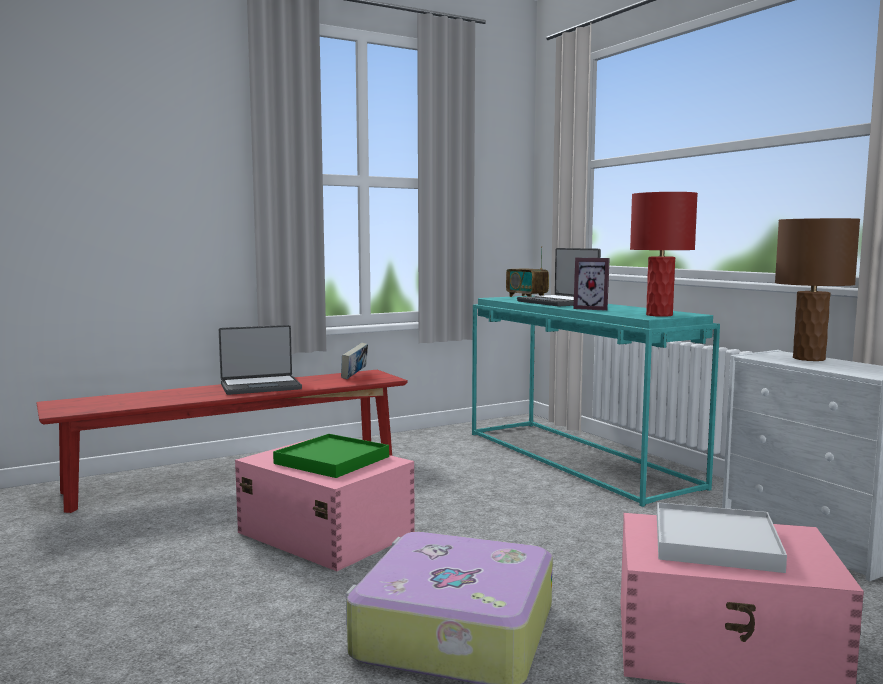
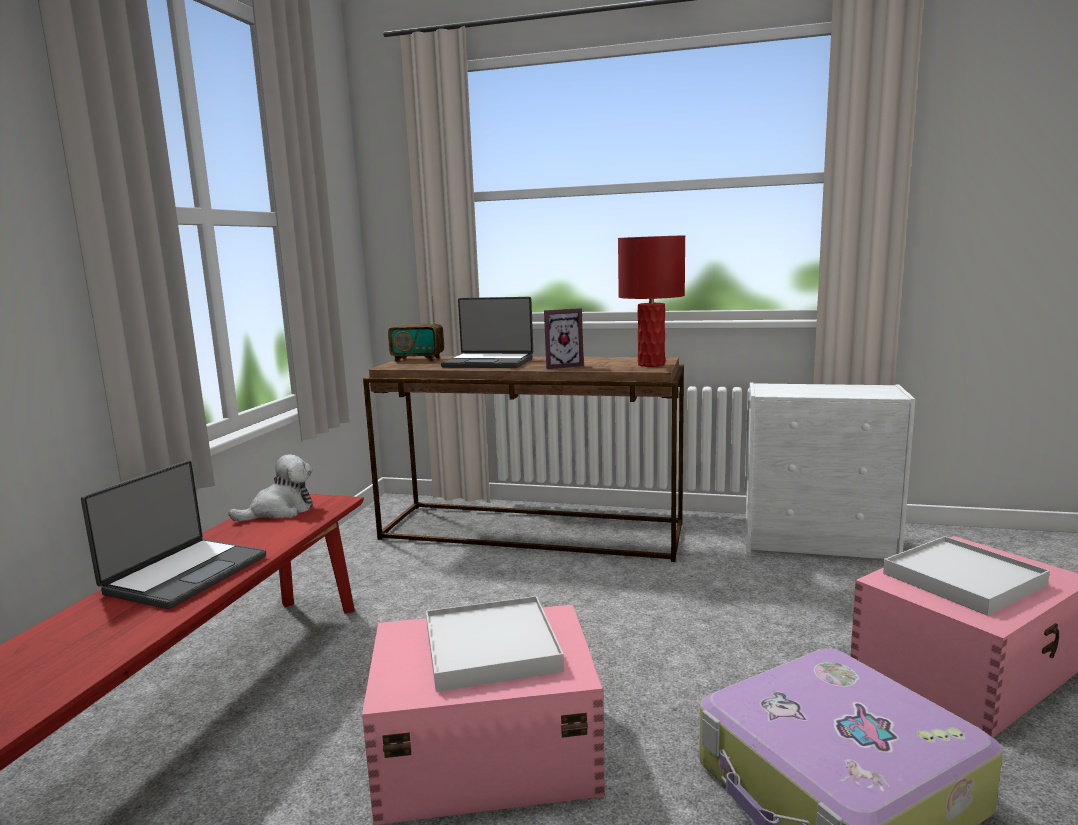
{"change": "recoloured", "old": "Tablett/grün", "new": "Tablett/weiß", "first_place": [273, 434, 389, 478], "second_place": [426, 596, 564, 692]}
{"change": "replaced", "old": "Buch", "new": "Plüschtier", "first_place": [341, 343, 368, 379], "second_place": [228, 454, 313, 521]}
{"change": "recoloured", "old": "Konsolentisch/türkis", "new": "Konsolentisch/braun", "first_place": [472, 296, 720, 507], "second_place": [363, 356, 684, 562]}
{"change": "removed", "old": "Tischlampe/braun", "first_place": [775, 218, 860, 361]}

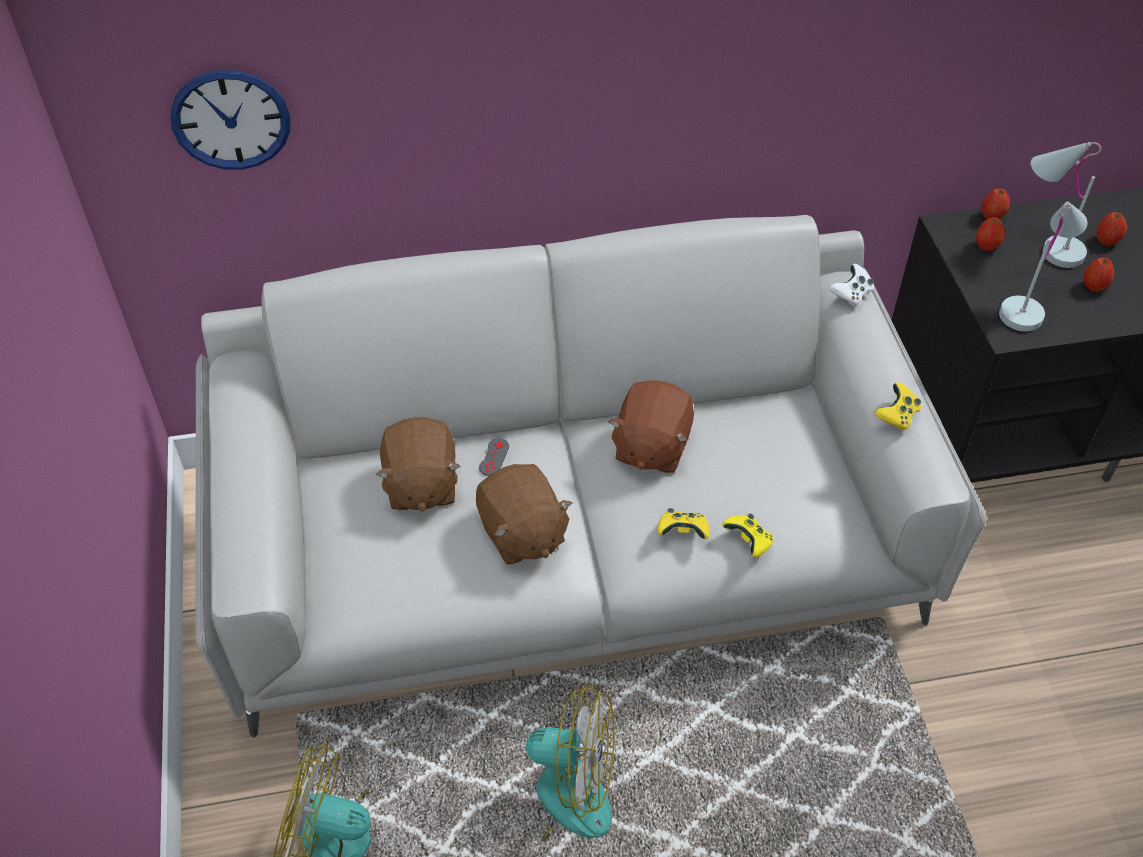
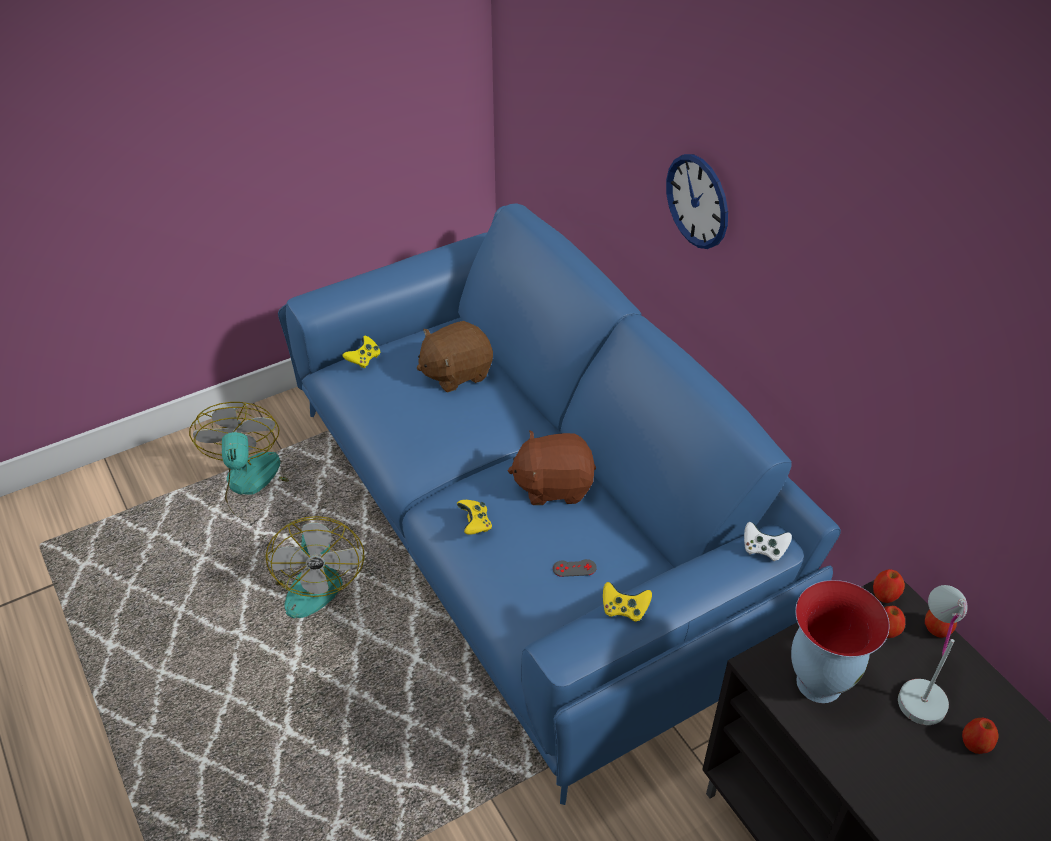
{"change": "moved", "old": "Wanduhr", "first_place": [170, 70, 290, 170], "second_place": [666, 154, 728, 249]}
{"change": "recoloured", "old": "Sofa/grau", "new": "Sofa/blau", "first_place": [195, 215, 987, 738], "second_place": [278, 203, 841, 805]}
{"change": "removed", "old": "Plüschtier/braun", "first_place": [476, 464, 572, 565]}
{"change": "moved", "old": "Gamepad/grau", "first_place": [479, 438, 509, 476], "second_place": [553, 559, 597, 577]}
{"change": "moved", "old": "Gamepad/gelb", "first_place": [722, 513, 774, 557], "second_place": [343, 336, 381, 369]}
{"change": "replaced", "old": "Tischlampe/weiß", "new": "Vase", "first_place": [999, 202, 1087, 331], "second_place": [791, 580, 890, 703]}
{"change": "moved", "old": "Apfel", "first_place": [1084, 258, 1114, 292], "second_place": [873, 569, 905, 603]}

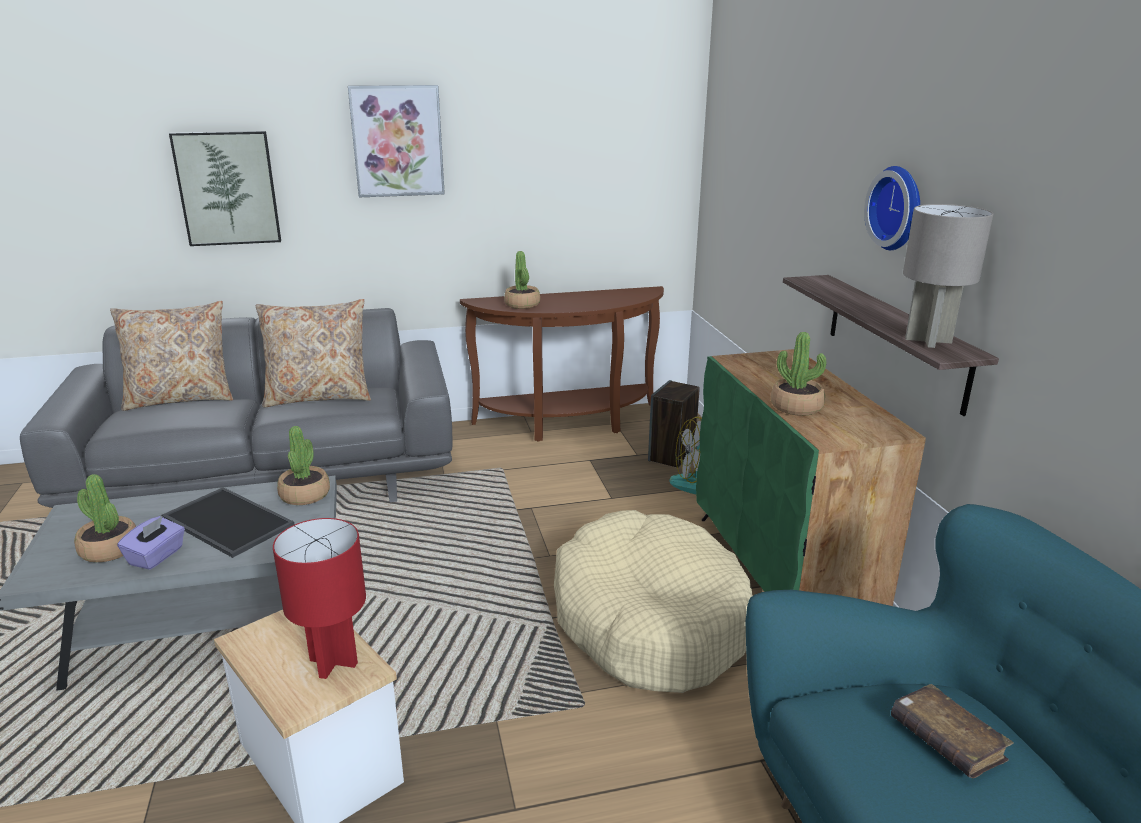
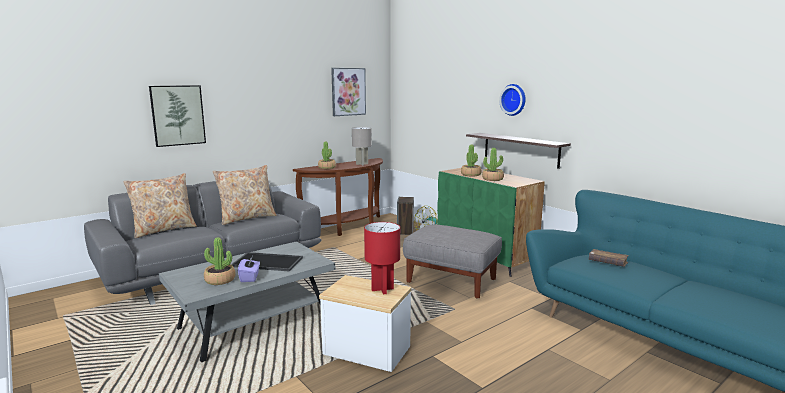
{"change": "moved", "old": "Topfpflanze", "first_place": [277, 426, 330, 505], "second_place": [461, 144, 481, 176]}
{"change": "moved", "old": "Bild", "first_place": [348, 85, 445, 197], "second_place": [331, 68, 366, 116]}
{"change": "replaced", "old": "Hundebett/beige", "new": "Polsterhocker/grau", "first_place": [554, 510, 753, 693], "second_place": [403, 225, 502, 299]}
{"change": "moved", "old": "Tischlampe/grau", "first_place": [903, 204, 993, 348], "second_place": [352, 127, 372, 165]}

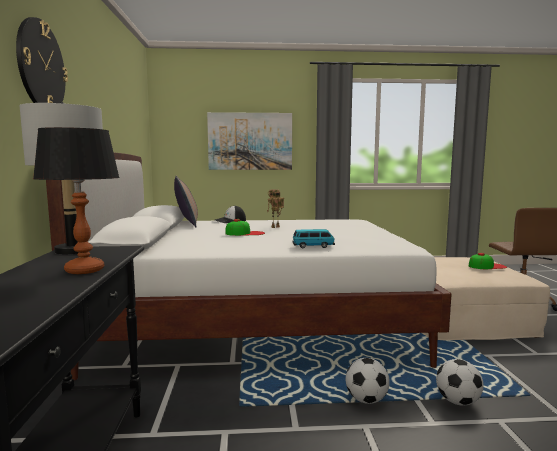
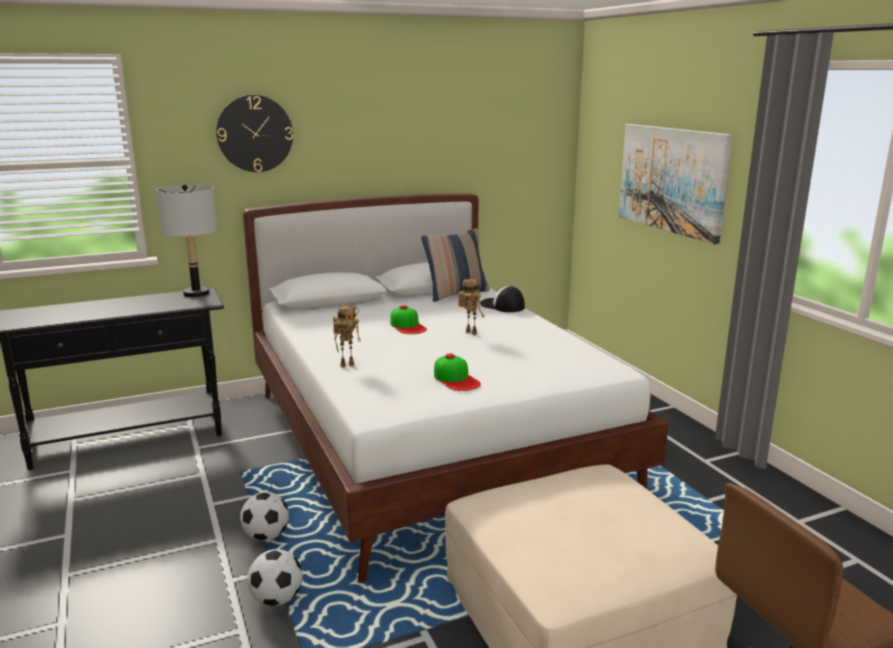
{"change": "removed", "old": "Tischlampe", "first_place": [33, 127, 120, 274]}
{"change": "replaced", "old": "Spielzeugauto", "new": "Spielzeugroboter", "first_place": [293, 229, 335, 248], "second_place": [333, 305, 361, 367]}
{"change": "moved", "old": "Kappe", "first_place": [469, 253, 507, 269], "second_place": [434, 354, 481, 391]}

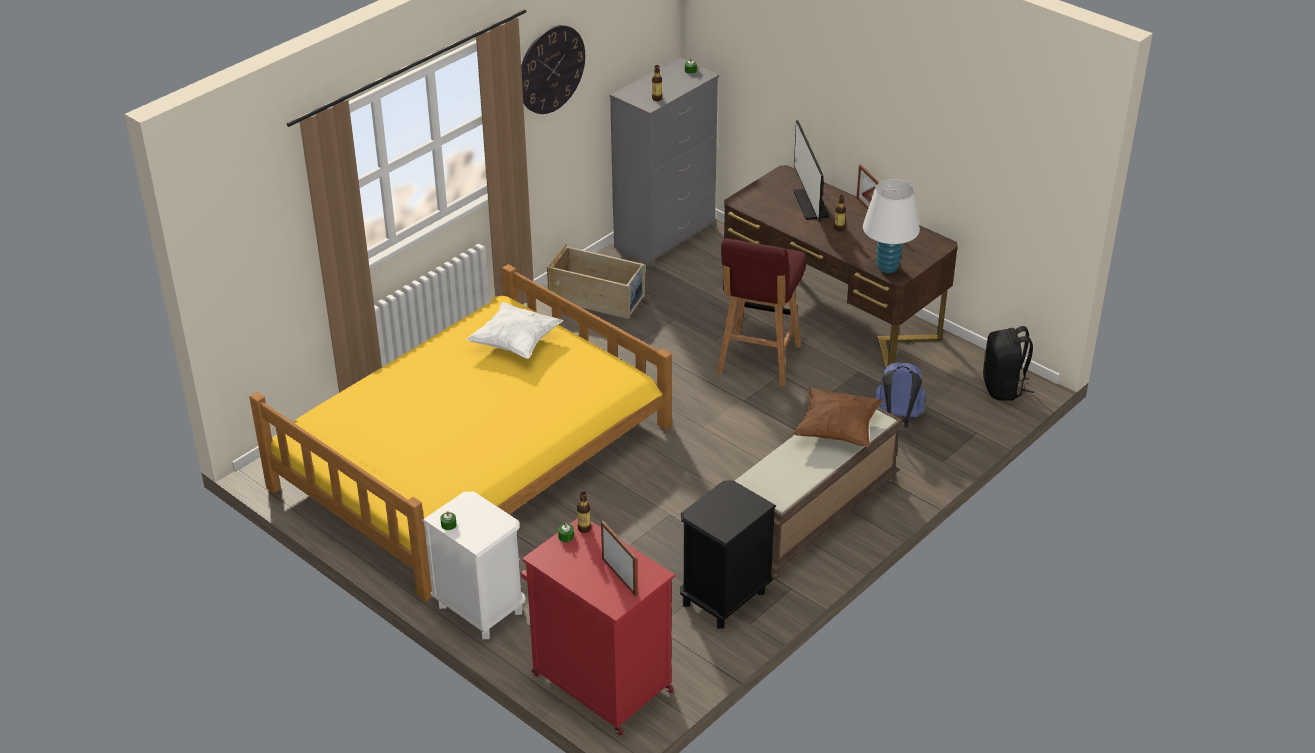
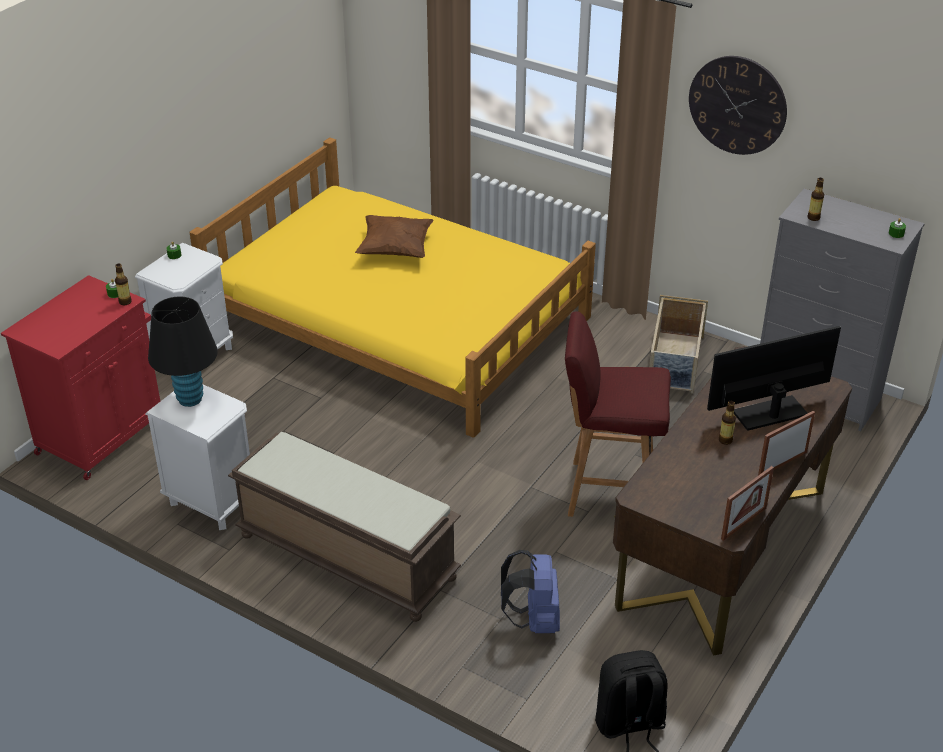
{"change": "removed", "old": "Kissen/weiß", "first_place": [466, 302, 563, 359]}
{"change": "moved", "old": "Bilderrahmen", "first_place": [601, 520, 638, 597], "second_place": [721, 466, 774, 541]}
{"change": "recoloured", "old": "Nachttisch/schwarz", "new": "Nachttisch/weiß", "first_place": [680, 480, 776, 629], "second_place": [145, 385, 250, 530]}
{"change": "moved", "old": "Kissen/braun", "first_place": [792, 387, 883, 447], "second_place": [355, 215, 433, 258]}
{"change": "removed", "old": "Tischlampe/weiß", "first_place": [863, 180, 920, 273]}
{"change": "added", "new": "Tischlampe/schwarz", "second_place": [148, 297, 218, 407]}

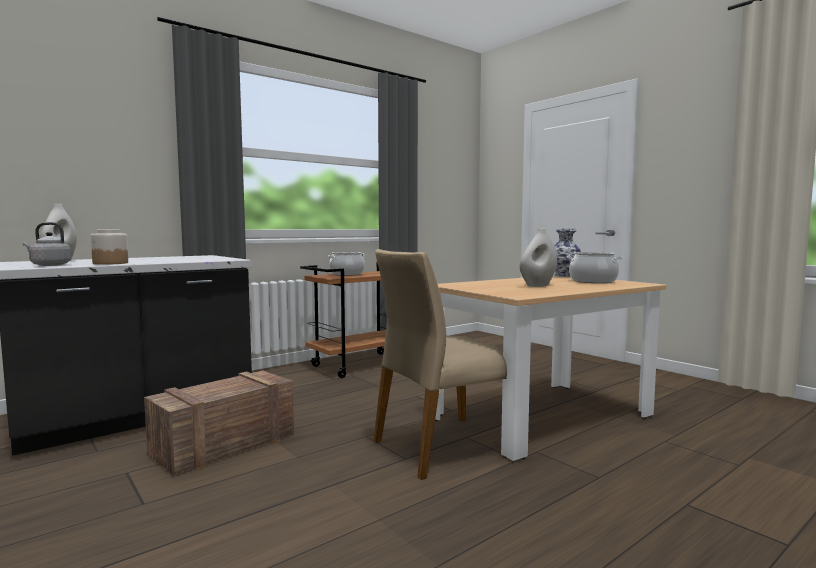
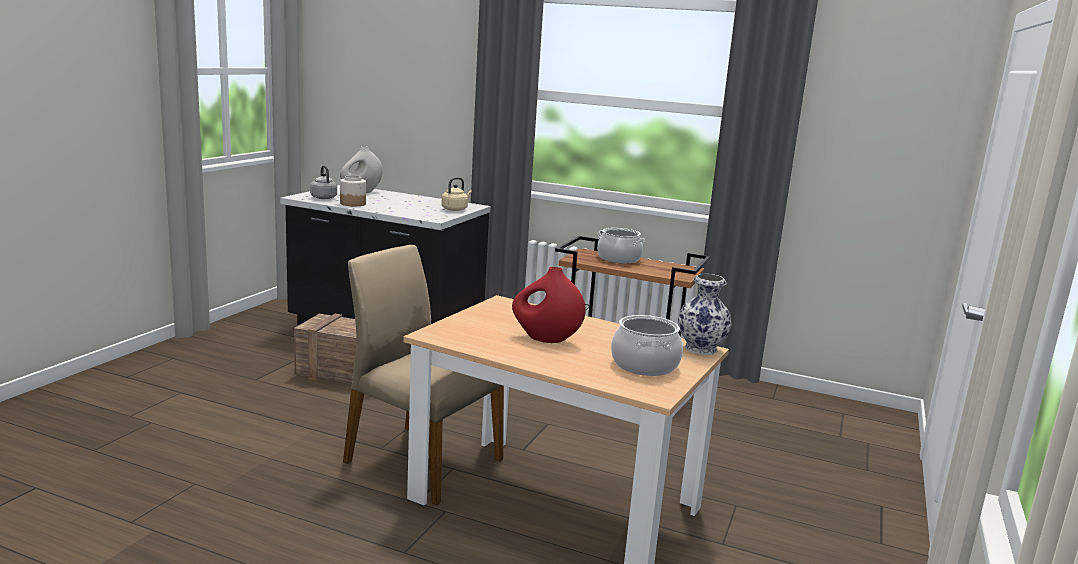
{"change": "recoloured", "old": "Vase/weiß", "new": "Vase/rot", "first_place": [520, 228, 557, 287], "second_place": [512, 267, 585, 343]}
{"change": "added", "new": "Wasserkessel/beige", "second_place": [441, 177, 472, 211]}

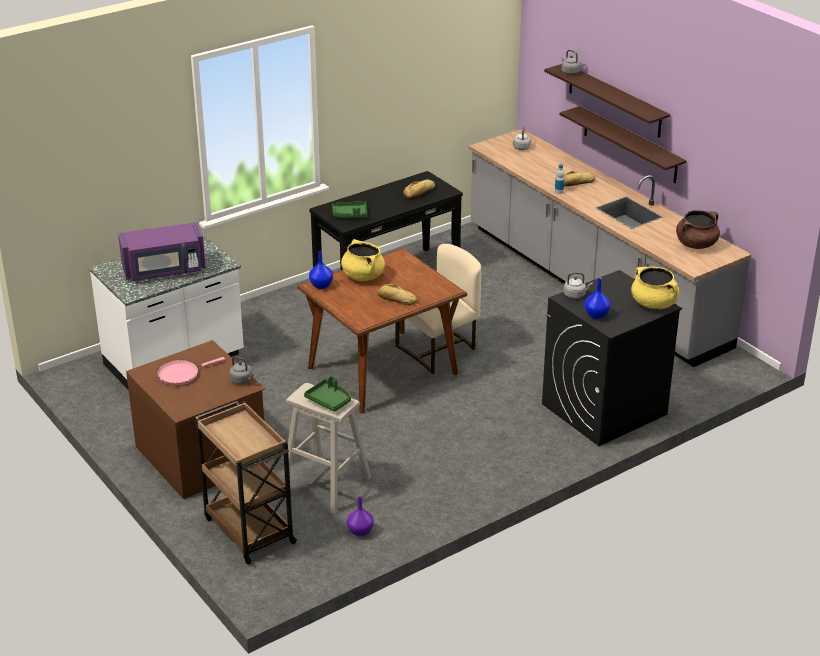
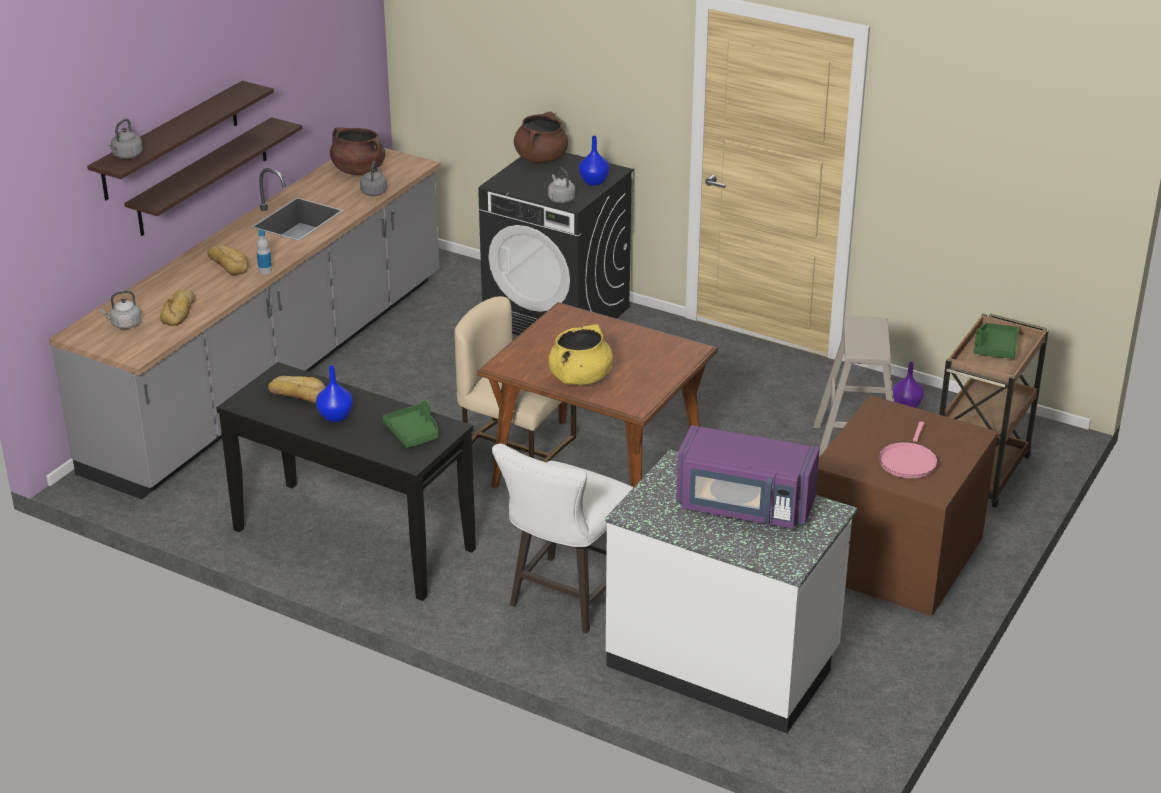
{"change": "turned", "old": "Mikrowelle/lila", "first_place": [118, 222, 206, 281], "second_place": [676, 425, 820, 529], "degrees": 150}
{"change": "turned", "old": "Pfanne/rosa", "first_place": [157, 357, 225, 385], "second_place": [879, 421, 938, 478], "degrees": 75}
{"change": "moved", "old": "Wasserkessel/grau", "first_place": [229, 356, 255, 384], "second_place": [360, 161, 387, 196]}
{"change": "moved", "old": "Tablett/grün", "first_place": [304, 376, 351, 412], "second_place": [974, 323, 1019, 359]}
{"change": "moved", "old": "Vase/blau", "first_place": [309, 251, 333, 289], "second_place": [316, 365, 353, 422]}
{"change": "moved", "old": "Brot", "first_place": [377, 284, 417, 306], "second_place": [160, 289, 195, 326]}
{"change": "recoloured", "old": "Kochtopf/gelb", "new": "Kochtopf/braun", "first_place": [631, 267, 679, 309], "second_place": [514, 112, 568, 163]}
{"change": "added", "new": "Hocker/weiß", "second_place": [492, 444, 634, 633]}

